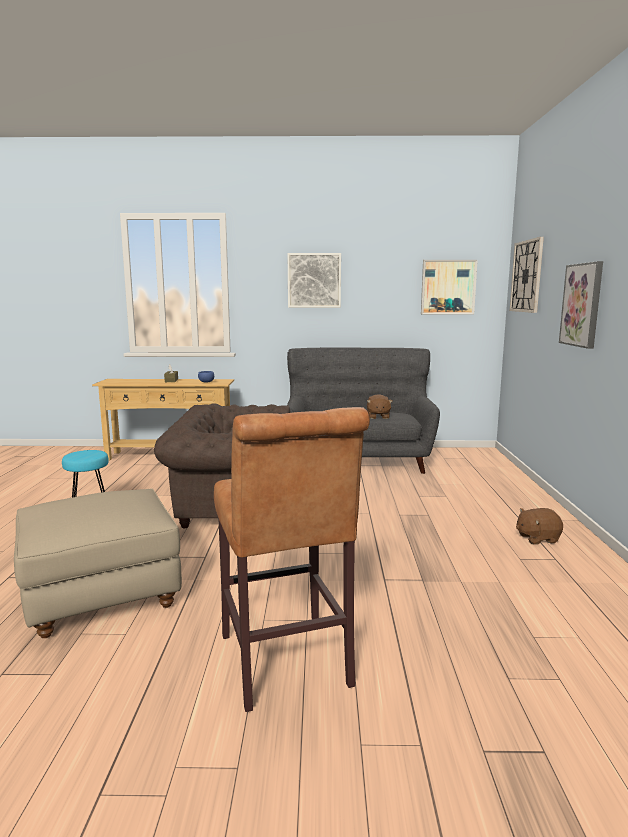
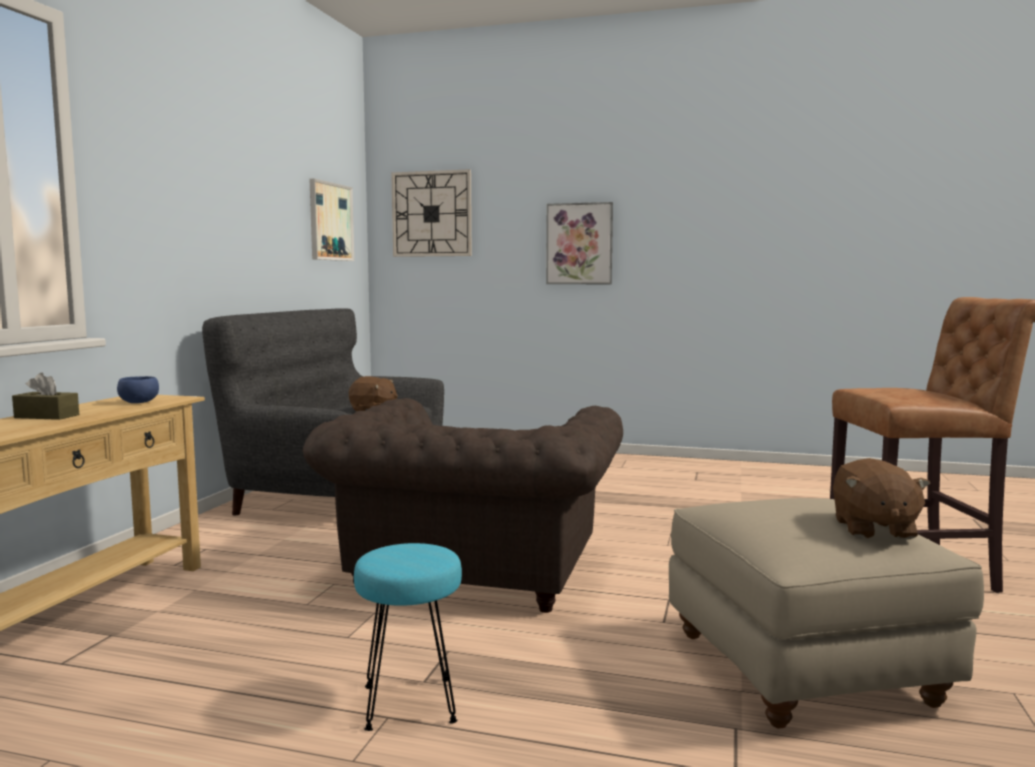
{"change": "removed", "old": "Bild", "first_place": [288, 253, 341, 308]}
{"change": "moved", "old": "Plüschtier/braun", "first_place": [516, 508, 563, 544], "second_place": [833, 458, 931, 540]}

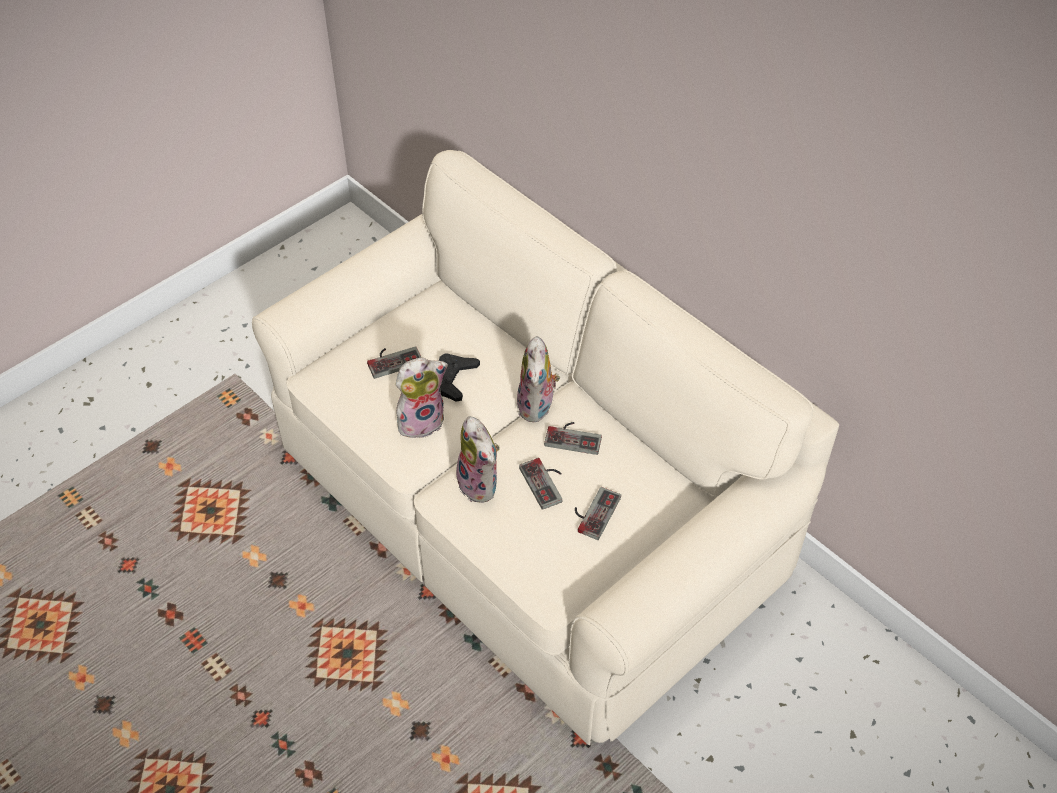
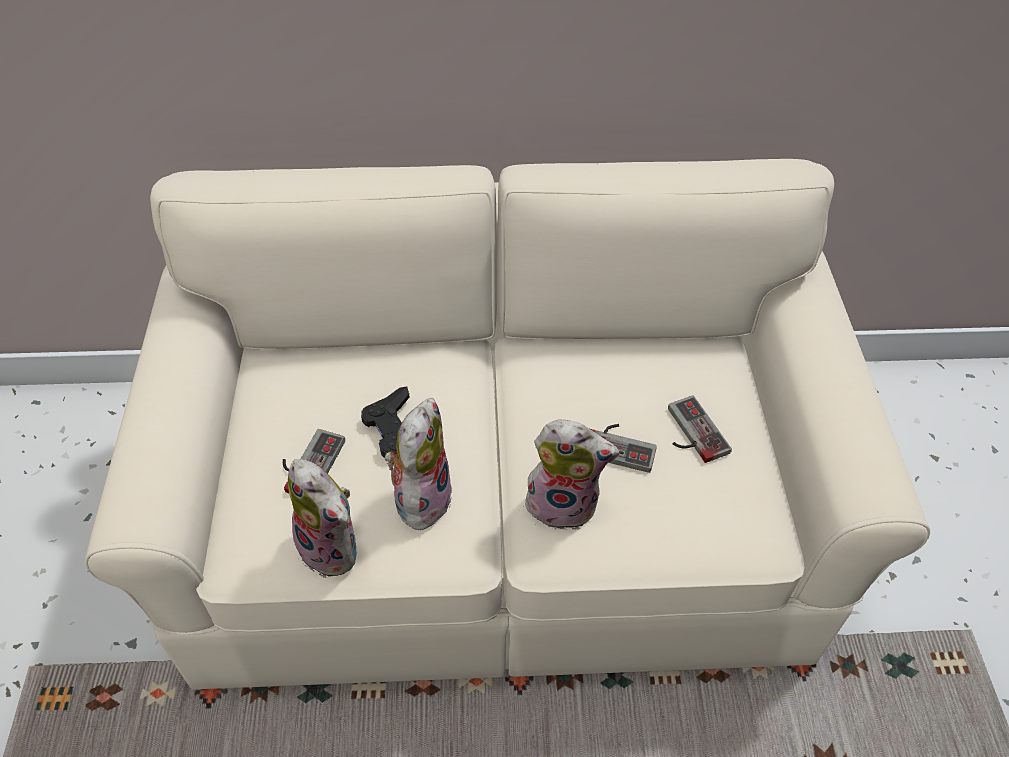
{"change": "moved", "old": "Plüschtier", "first_place": [517, 336, 560, 422], "second_place": [288, 459, 356, 578]}
{"change": "removed", "old": "Gamepad", "first_place": [544, 422, 602, 455]}

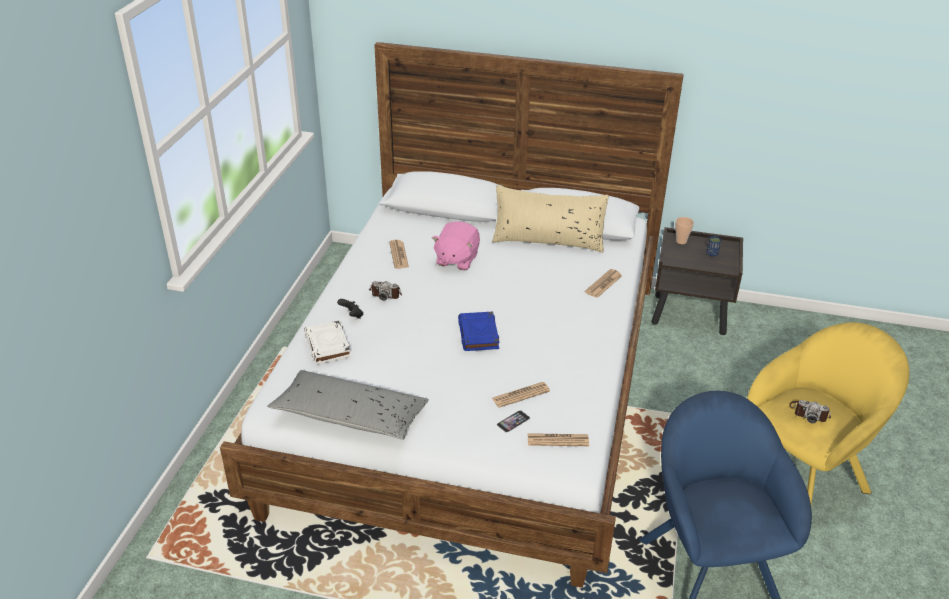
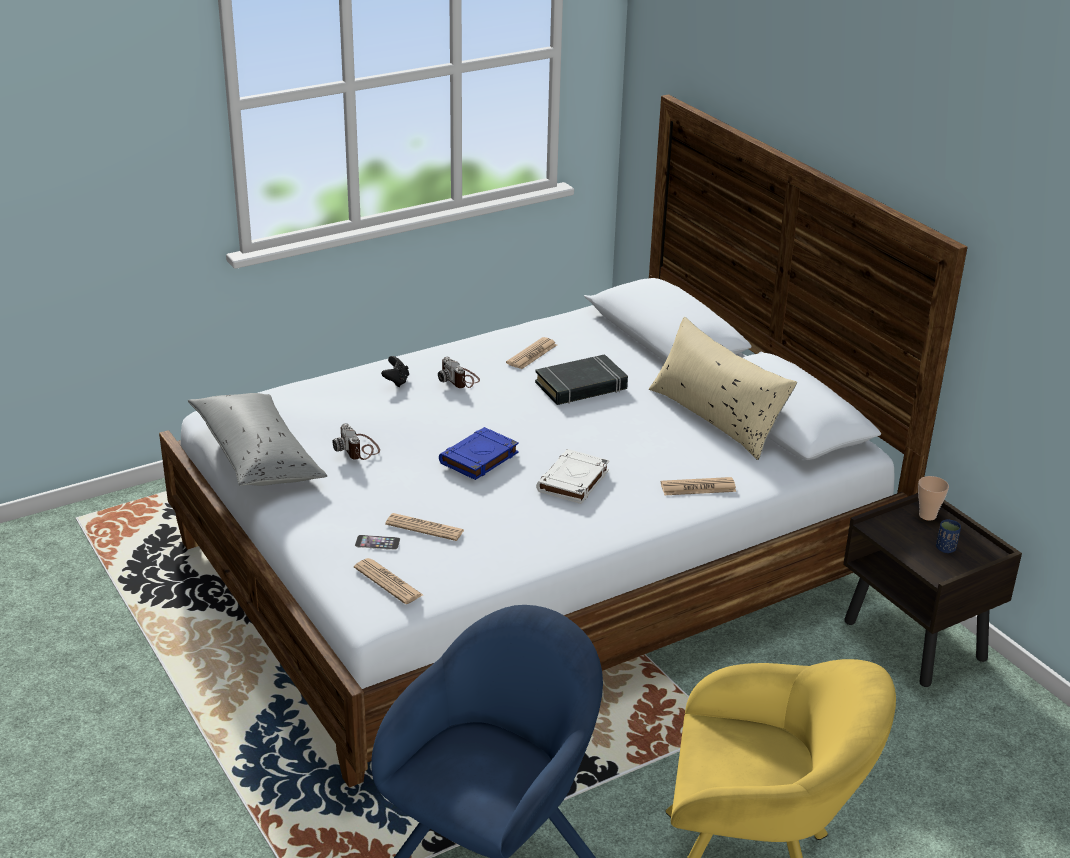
{"change": "moved", "old": "Buch/weiß", "first_place": [304, 320, 351, 364], "second_place": [536, 449, 609, 504]}
{"change": "replaced", "old": "Plüschtier/rosa", "new": "Buch/schwarz", "first_place": [432, 222, 480, 270], "second_place": [535, 354, 628, 405]}
{"change": "moved", "old": "Kamera", "first_place": [789, 400, 831, 423], "second_place": [333, 423, 380, 460]}

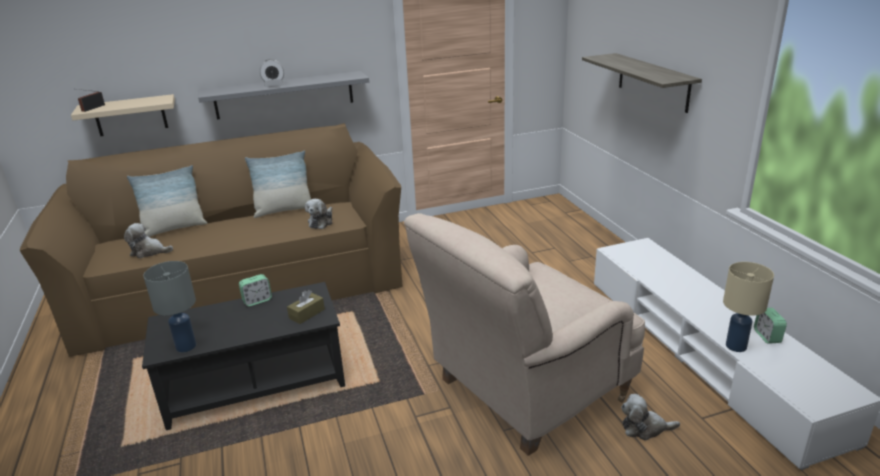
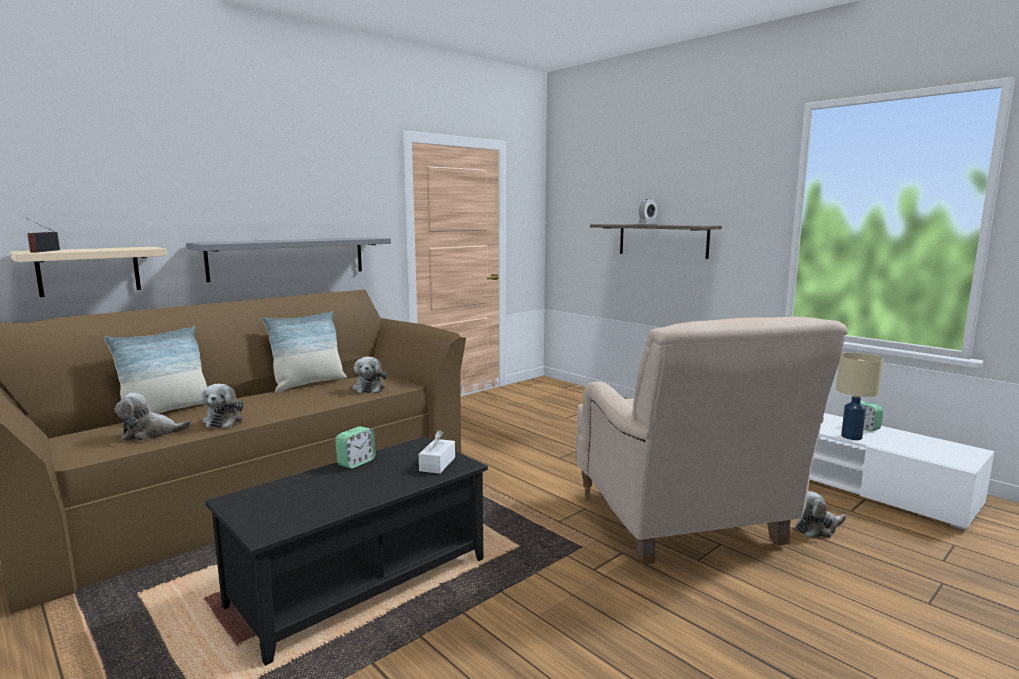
{"change": "removed", "old": "Tischlampe/grau", "first_place": [143, 261, 196, 352]}
{"change": "moved", "old": "Wecker", "first_place": [260, 59, 284, 87], "second_place": [638, 199, 658, 224]}
{"change": "recoloured", "old": "Taschentuchbox/braun", "new": "Taschentuchbox/weiß", "first_place": [287, 290, 325, 324], "second_place": [419, 430, 455, 474]}
{"change": "turned", "old": "Sessel/beige", "first_place": [404, 213, 645, 456], "second_place": [576, 317, 848, 565], "degrees": -45}
{"change": "added", "new": "Plüschtier", "second_place": [201, 384, 244, 428]}

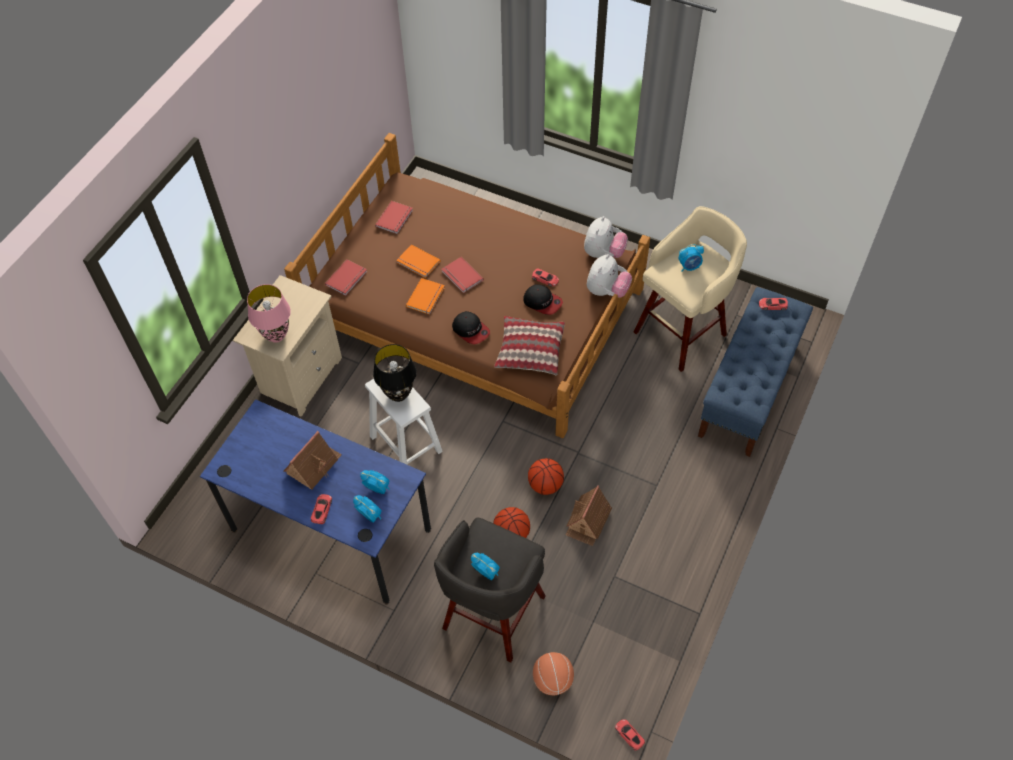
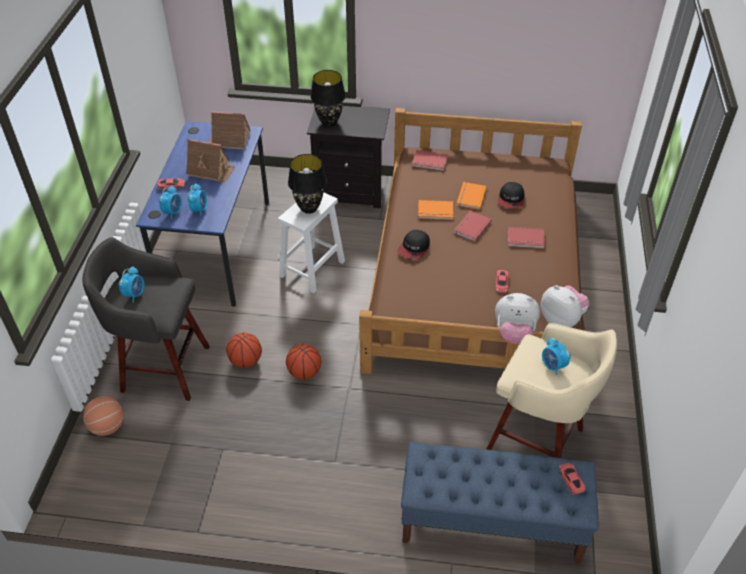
{"change": "recoloured", "old": "Nachttisch/beige", "new": "Nachttisch/schwarz", "first_place": [232, 275, 342, 417], "second_place": [307, 106, 390, 208]}
{"change": "recoloured", "old": "Tischlampe/rosa", "new": "Tischlampe/schwarz", "first_place": [247, 284, 291, 343], "second_place": [310, 70, 346, 127]}
{"change": "moved", "old": "Buch/rot", "first_place": [375, 201, 413, 234], "second_place": [508, 227, 545, 249]}
{"change": "removed", "old": "Kissen", "first_place": [494, 316, 565, 375]}
{"change": "moved", "old": "Kappe", "first_place": [523, 284, 563, 315], "second_place": [498, 182, 525, 209]}
{"change": "moved", "old": "Spielzeughaus", "first_place": [566, 485, 612, 546], "second_place": [208, 111, 251, 150]}
{"change": "turned", "old": "Plüschtier", "first_place": [584, 216, 628, 258], "second_place": [541, 285, 590, 327], "degrees": -135}
{"change": "removed", "old": "Spielzeugauto/rot", "first_place": [615, 719, 645, 751]}

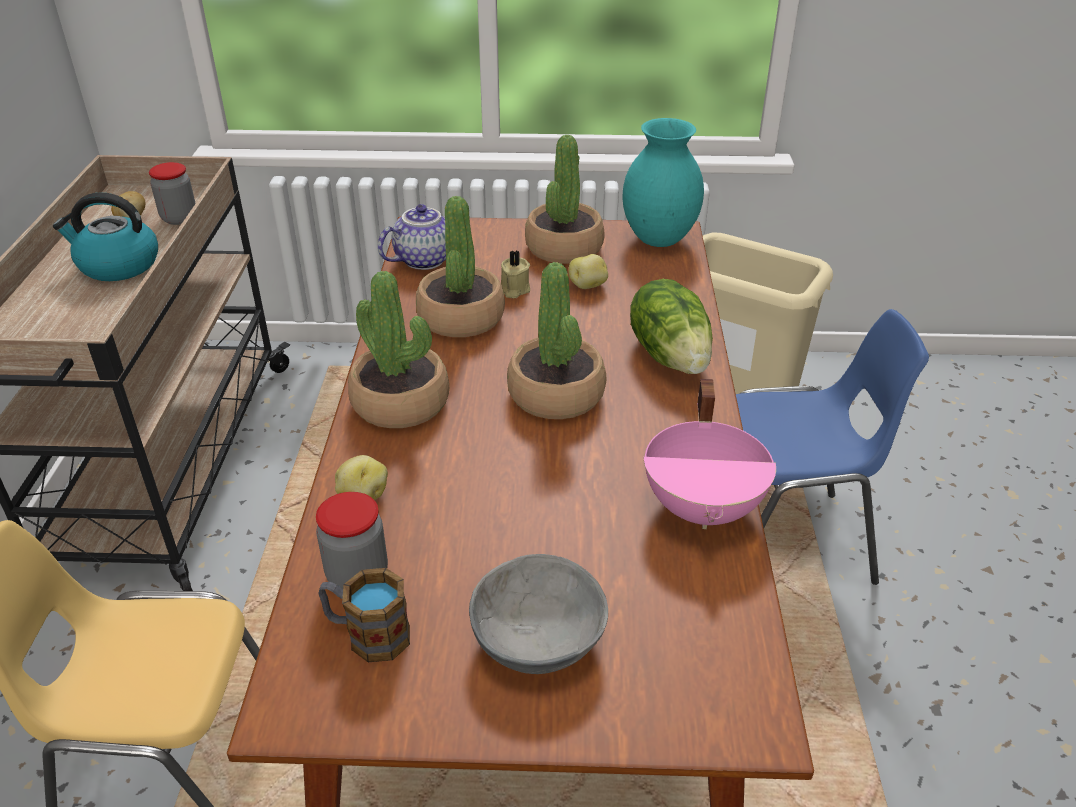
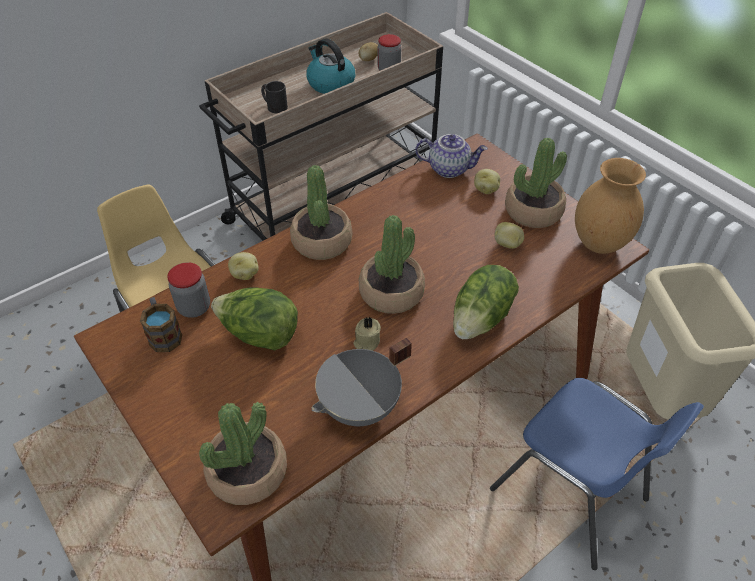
{"change": "moved", "old": "Topfpflanze", "first_place": [416, 196, 505, 337], "second_place": [199, 402, 287, 505]}
{"change": "removed", "old": "Schüssel/grau", "first_place": [469, 554, 608, 674]}
{"change": "moved", "old": "Kerze/beige", "first_place": [501, 250, 530, 298], "second_place": [353, 316, 381, 351]}
{"change": "recoloured", "old": "Vase/türkis", "new": "Vase/braun", "first_place": [623, 118, 704, 247], "second_place": [575, 158, 646, 254]}
{"change": "recoloured", "old": "Kochtopf/rosa", "new": "Kochtopf/grau", "first_place": [643, 379, 776, 529], "second_place": [312, 338, 412, 426]}
{"change": "added", "new": "Salatkopf", "second_place": [211, 287, 298, 350]}
{"change": "added", "new": "Henkelbecher/schwarz", "second_place": [261, 81, 288, 113]}
{"change": "added", "new": "Kartoffel", "second_place": [474, 169, 500, 194]}

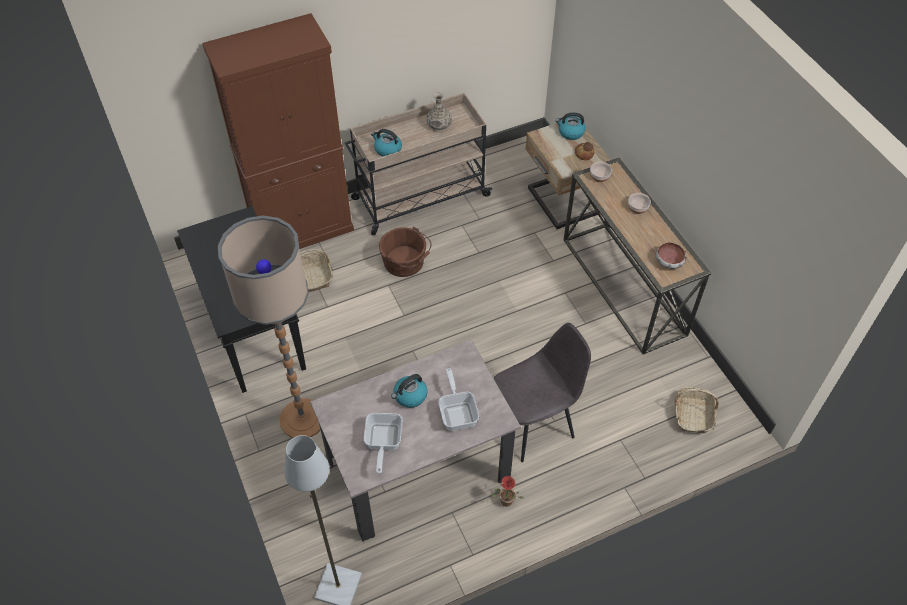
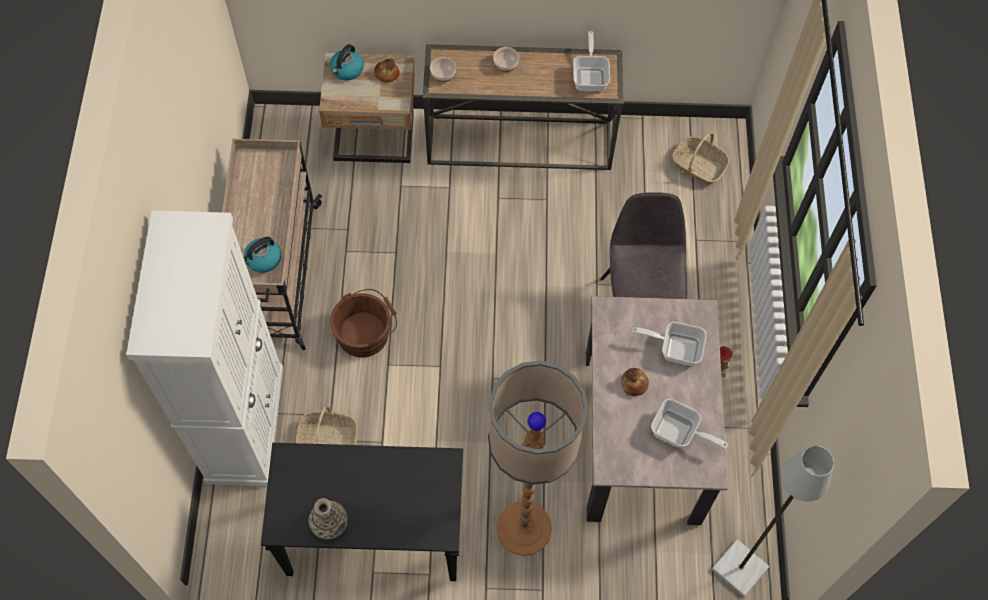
{"change": "recoloured", "old": "Schrank/braun", "new": "Schrank/weiß", "first_place": [202, 13, 354, 249], "second_place": [126, 210, 283, 486]}
{"change": "replaced", "old": "Wasserkessel", "new": "Brot", "first_place": [391, 374, 427, 408], "second_place": [621, 368, 649, 396]}
{"change": "moved", "old": "Vase", "first_place": [426, 92, 452, 132], "second_place": [309, 498, 348, 540]}
{"change": "replaced", "old": "Schüssel", "new": "Pfanne", "first_place": [656, 242, 686, 269], "second_place": [573, 31, 610, 91]}

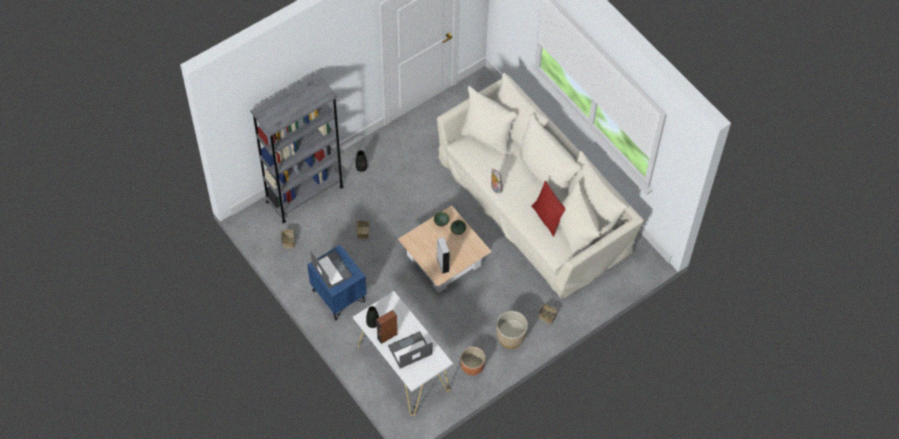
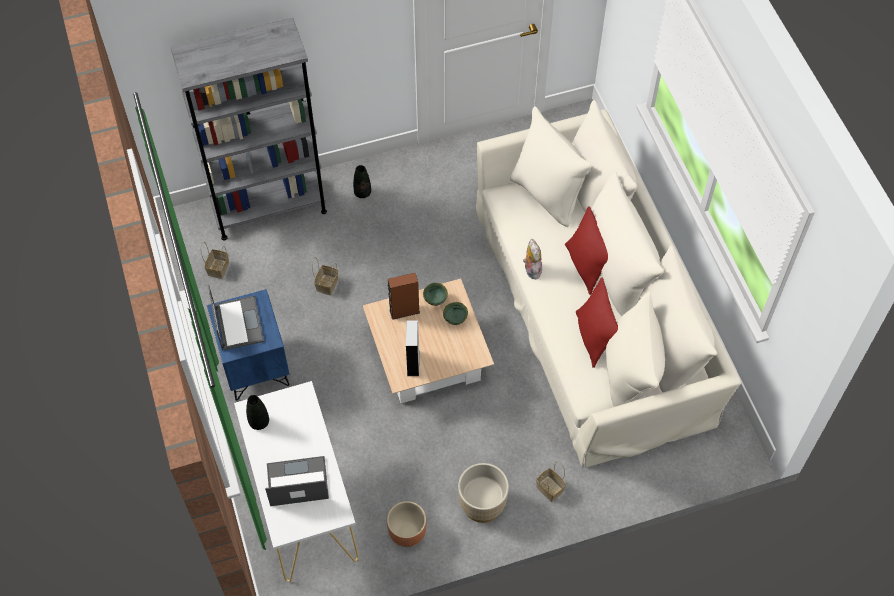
{"change": "moved", "old": "Lautsprecher/braun", "first_place": [376, 310, 398, 344], "second_place": [388, 273, 420, 320]}
{"change": "added", "new": "Kissen/rot", "second_place": [565, 206, 608, 295]}

